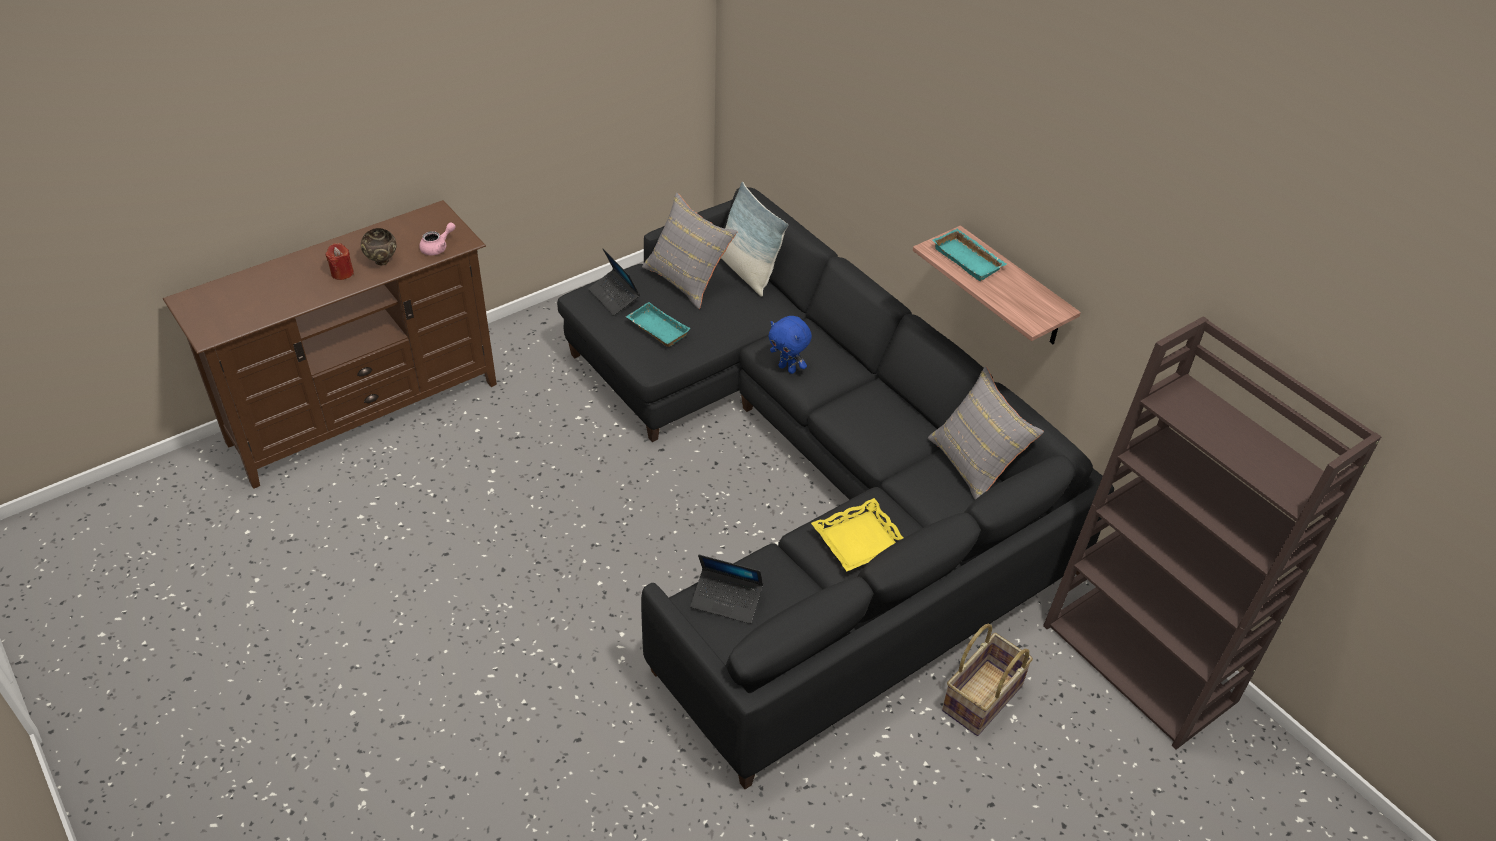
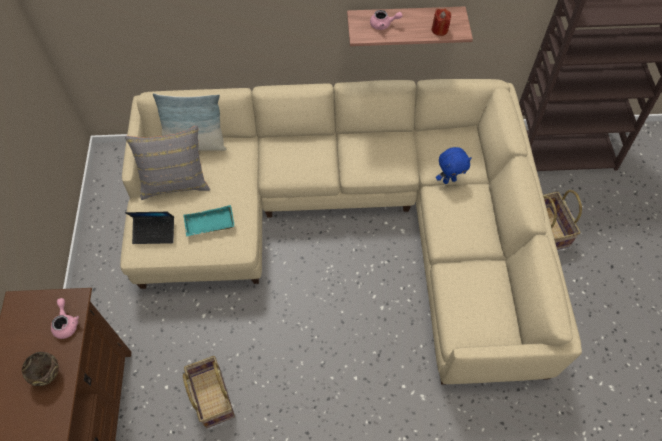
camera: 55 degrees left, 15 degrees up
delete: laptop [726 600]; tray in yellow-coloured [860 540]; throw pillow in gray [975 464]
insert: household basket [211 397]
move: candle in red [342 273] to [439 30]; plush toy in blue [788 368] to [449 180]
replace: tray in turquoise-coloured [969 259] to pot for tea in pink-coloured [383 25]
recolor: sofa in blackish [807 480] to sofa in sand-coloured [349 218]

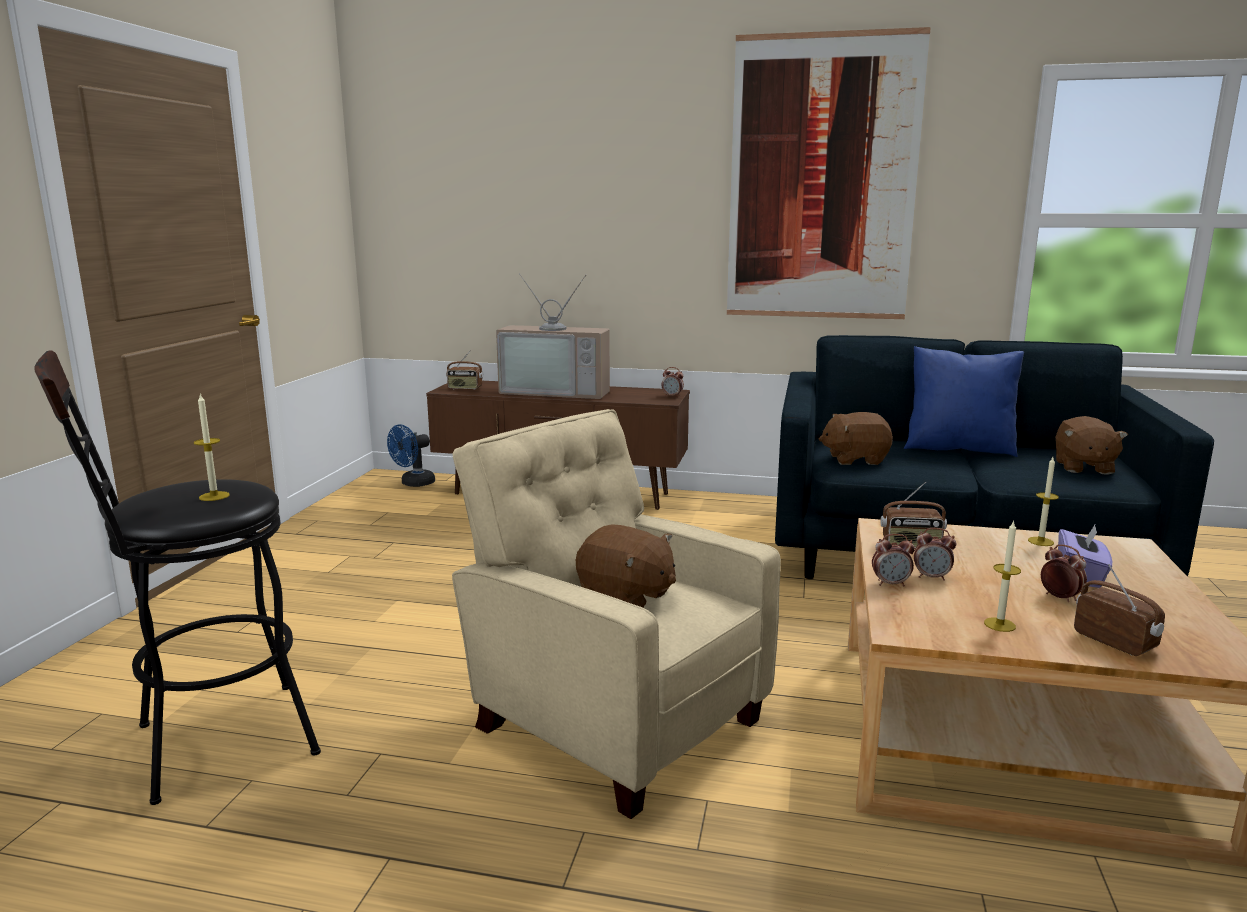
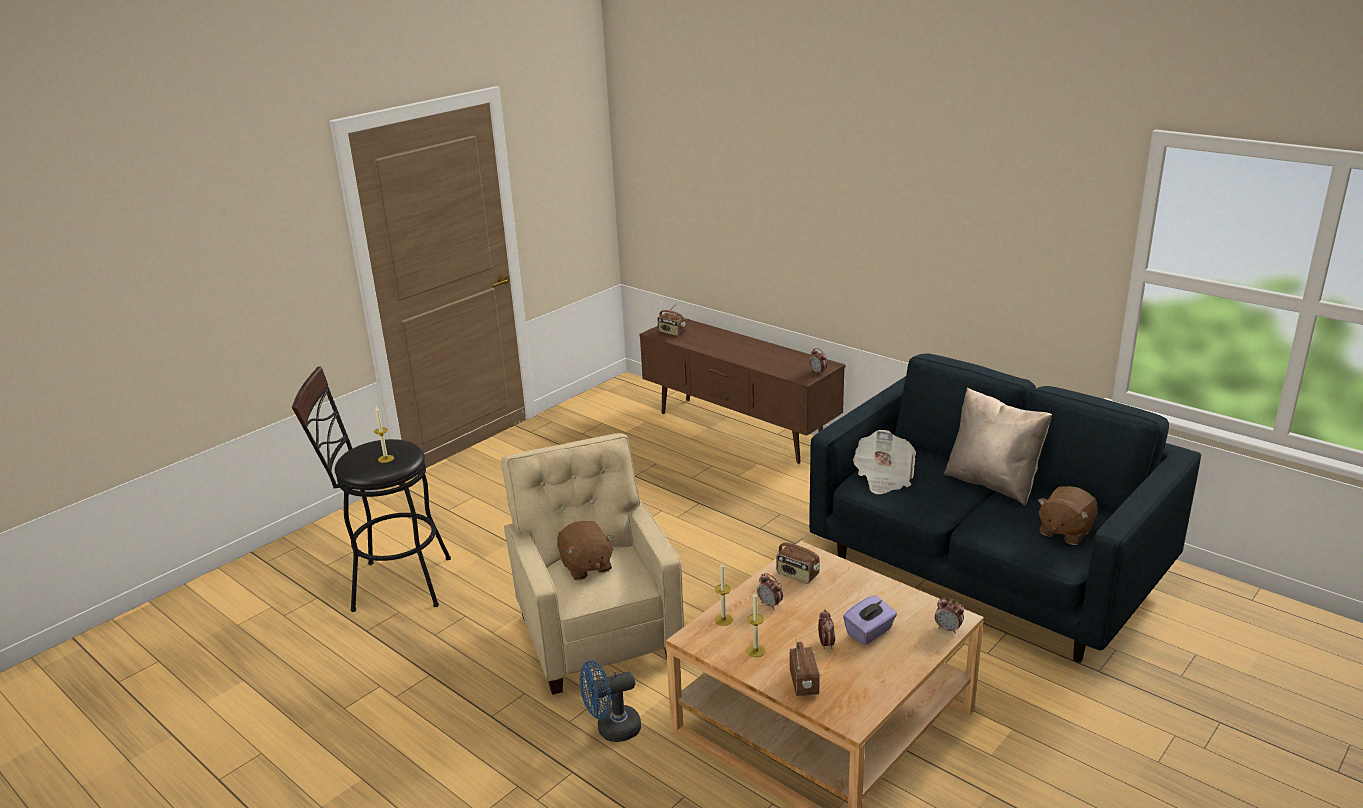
camera: 30 degrees right, 10 degrees up
delete: TV set [557 391]; wall picture [822 180]
move: electric fan in blue [413 484] to [612 730]; alarm clock [891 584] to [948 629]; candle [1040 541] to [723 619]
replace: plush toy in brown-coloured [855 459] to printed paper [883 478]
recolor: throw pillow in blue [958 448] to throw pillow in sand-coloured [992 483]

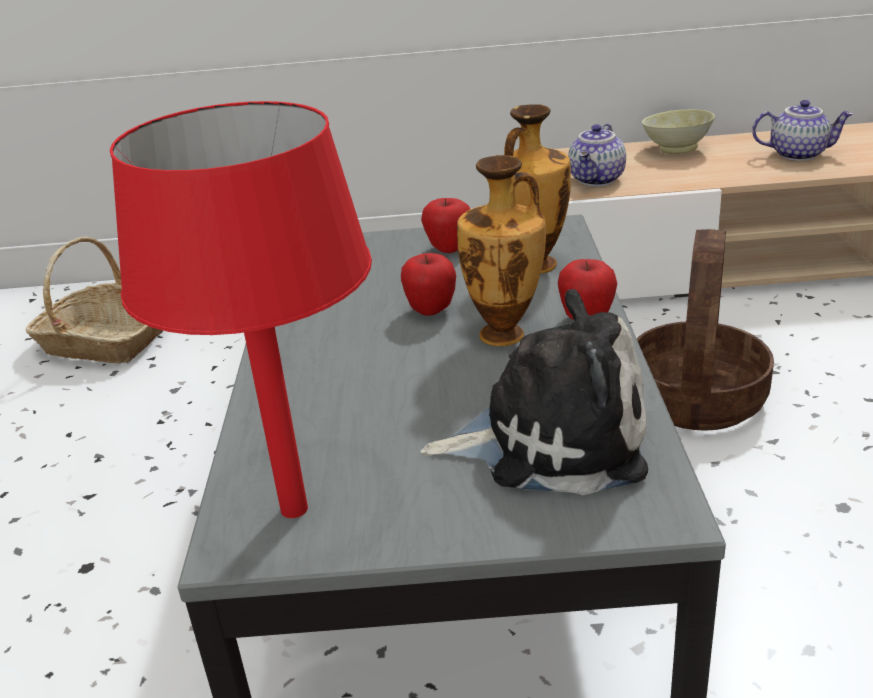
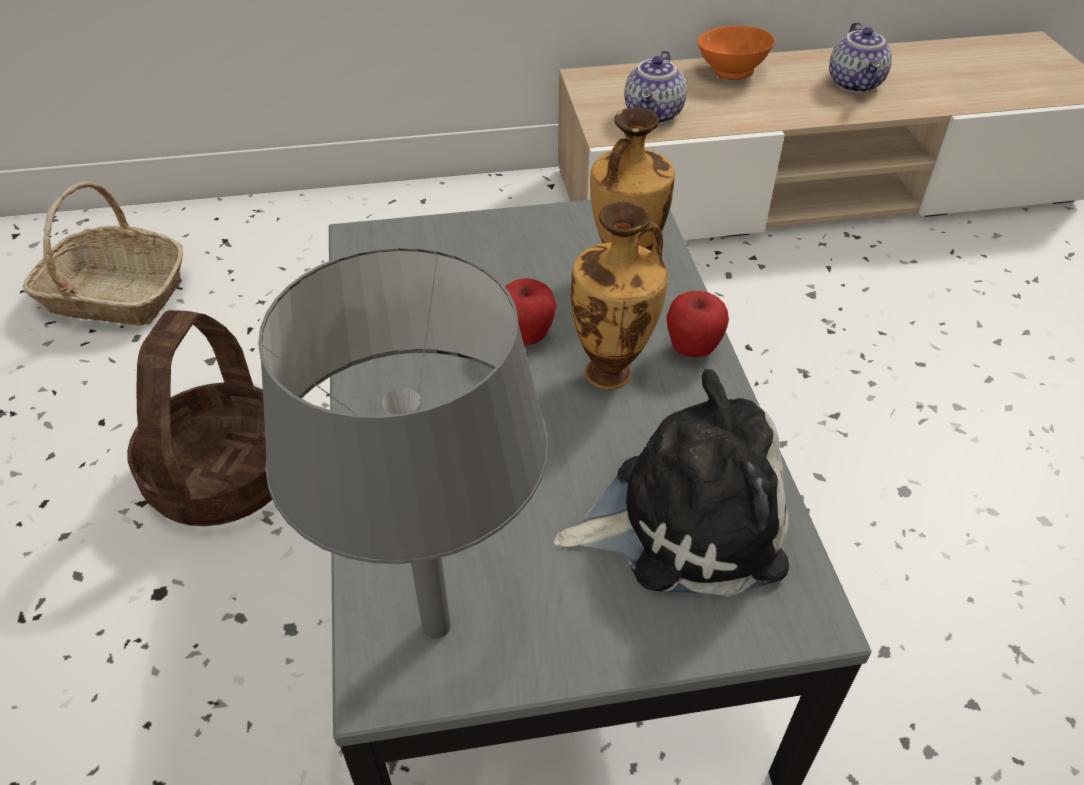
camera: 10 degrees left, 15 degrees up
delete: apple fruit [449 248]
move: household basket [696 398] to [223 475]
recolor: table lamp in red [294 508] to table lamp in gray [436 625]; deep dish in sand-coloured [676 149] to deep dish in orangey [731 72]
rotate: pot for tea [798 154] = [856 84] 90 degrees clockwise

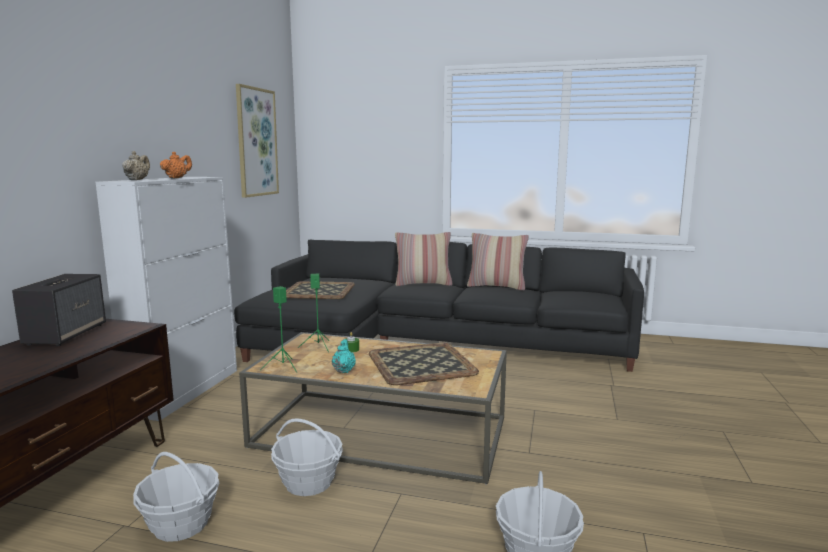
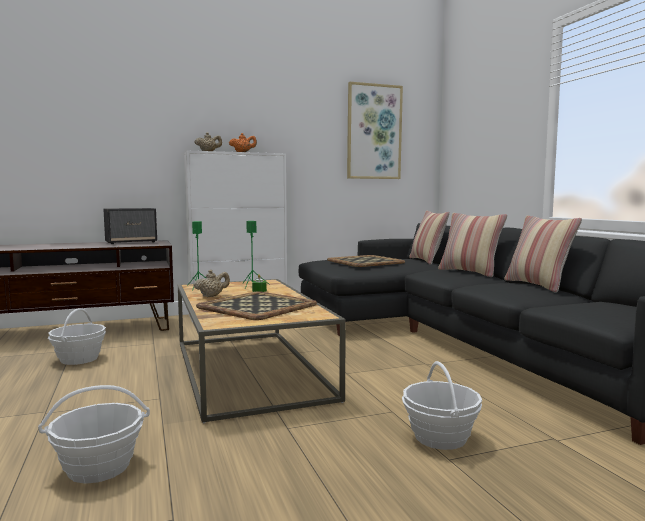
camera: 55 degrees right, 5 degrees down
insert: throw pillow [427 261]
move: household basket [308 482] to [440 437]
recolor: pot for tea in turquoise-coloured [344 370] to pot for tea in sand-coloured [212 296]

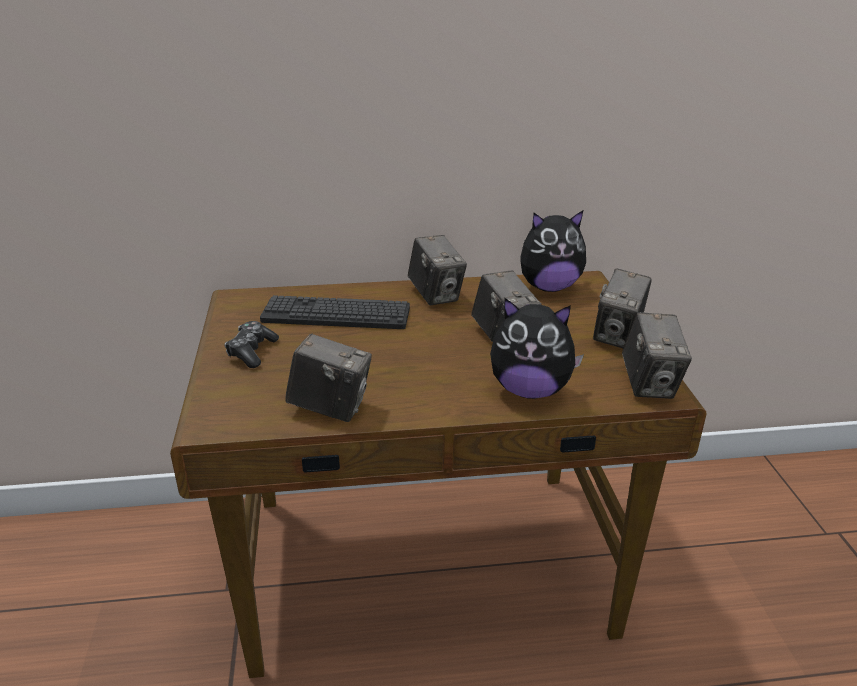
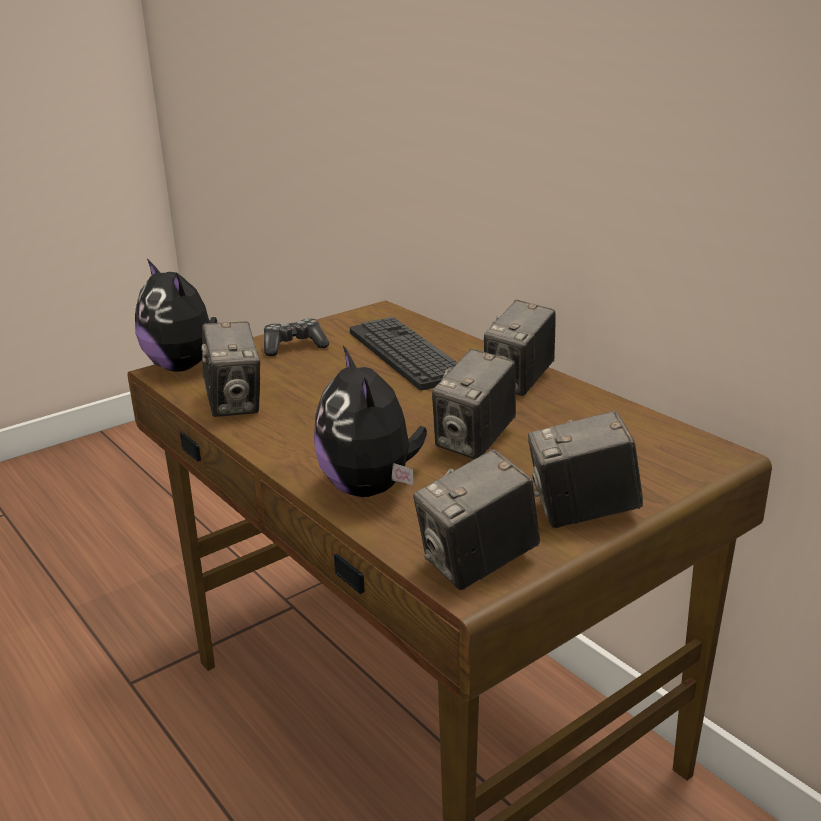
camera: 60 degrees right, 5 degrees down
move: plush toy [549 287] to [184 367]

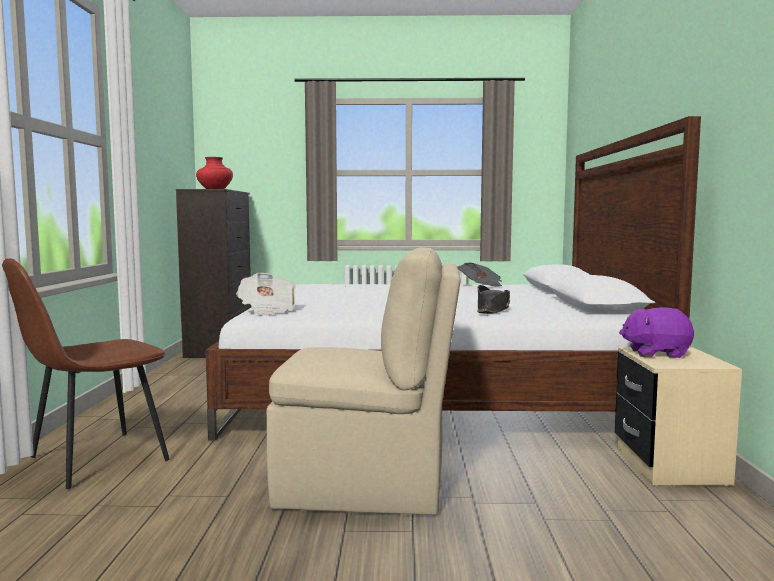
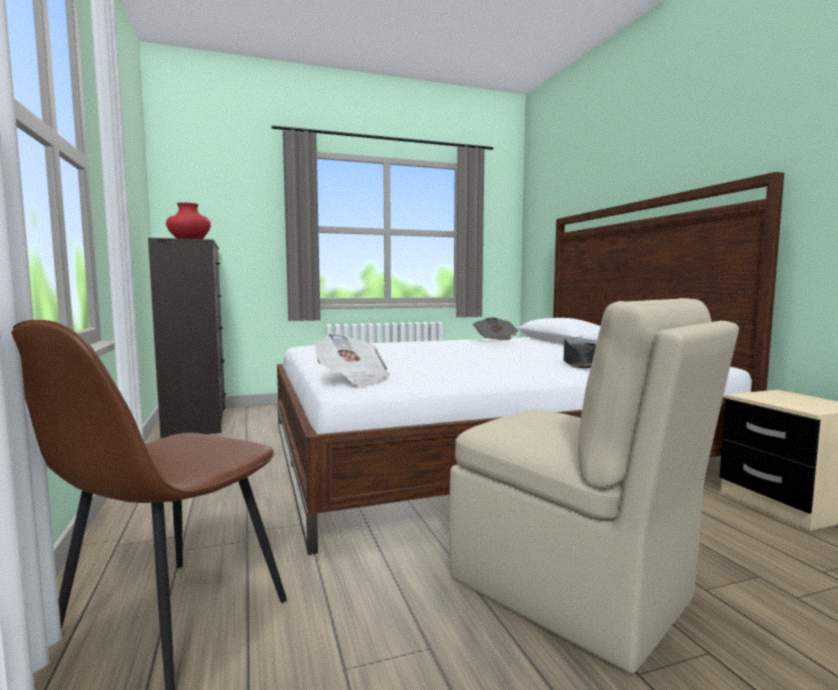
camera: 20 degrees left, 0 degrees up
delete: plush toy in purple [656 353]
rotate: chair in sand-coloured [366 486] = [574 591] 60 degrees clockwise

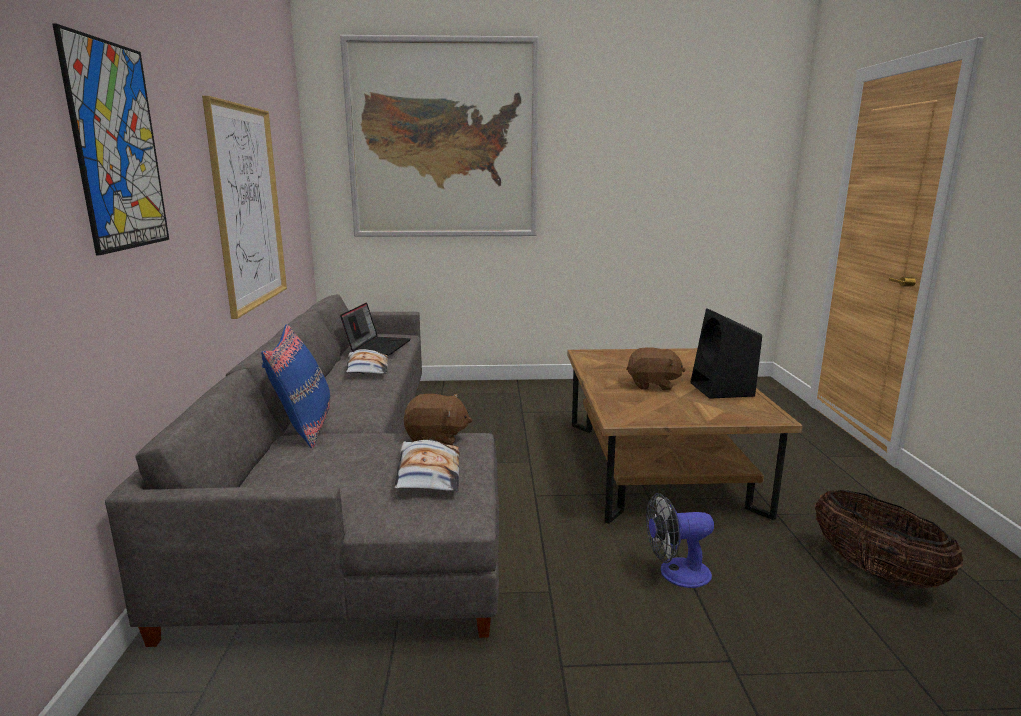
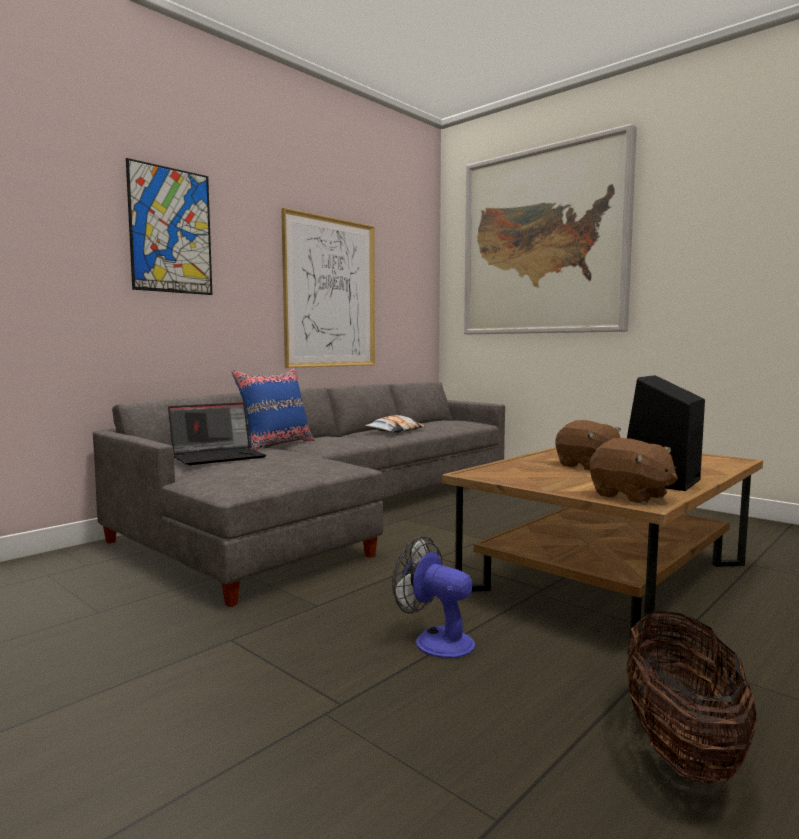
camera: 45 degrees right, 10 degrees down
delete: throw pillow [427 474]
move: laptop [378 346] to [219 457]; plush toy in brown-coloured [436 438] to [630 496]

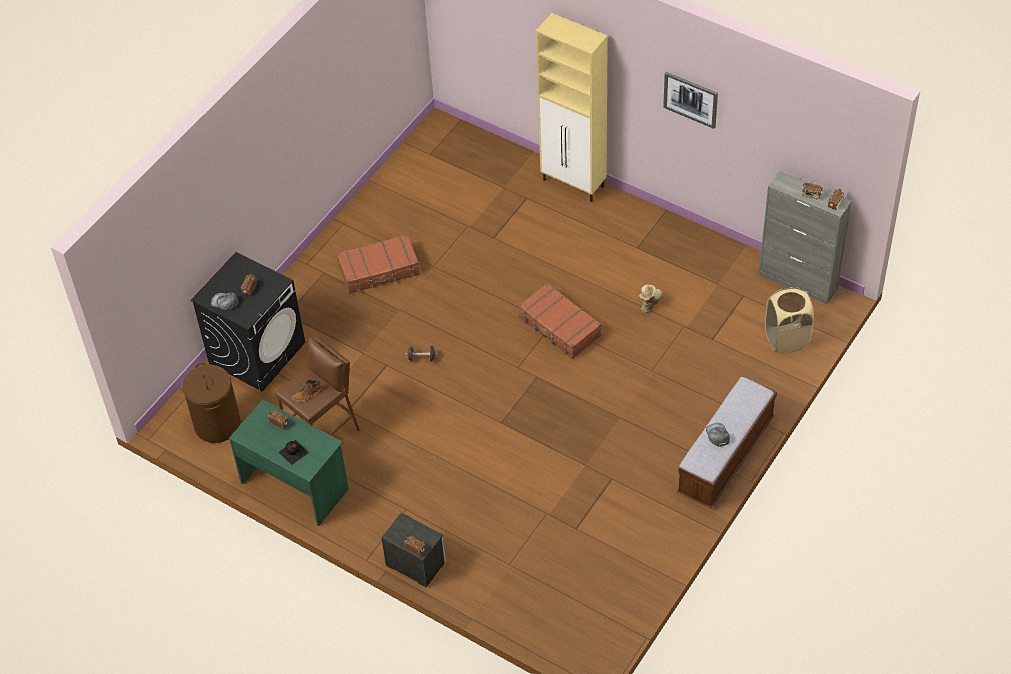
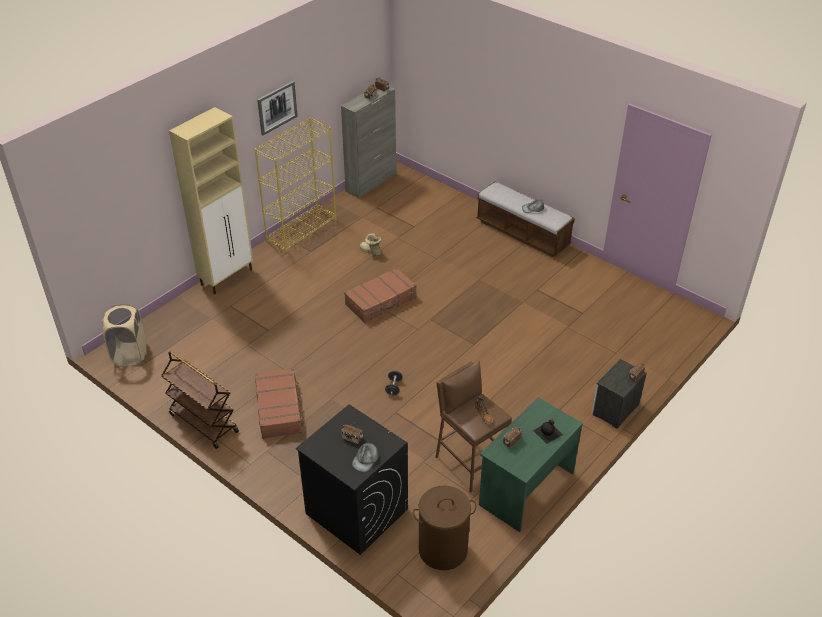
camera: 85 degrees left, 10 degrees down
insert: cart in brown-coloured [203 423]; shelving unit in yellow-coloured [302 230]
move: laundry basket in sand-coloured [786 339] to [129 354]

